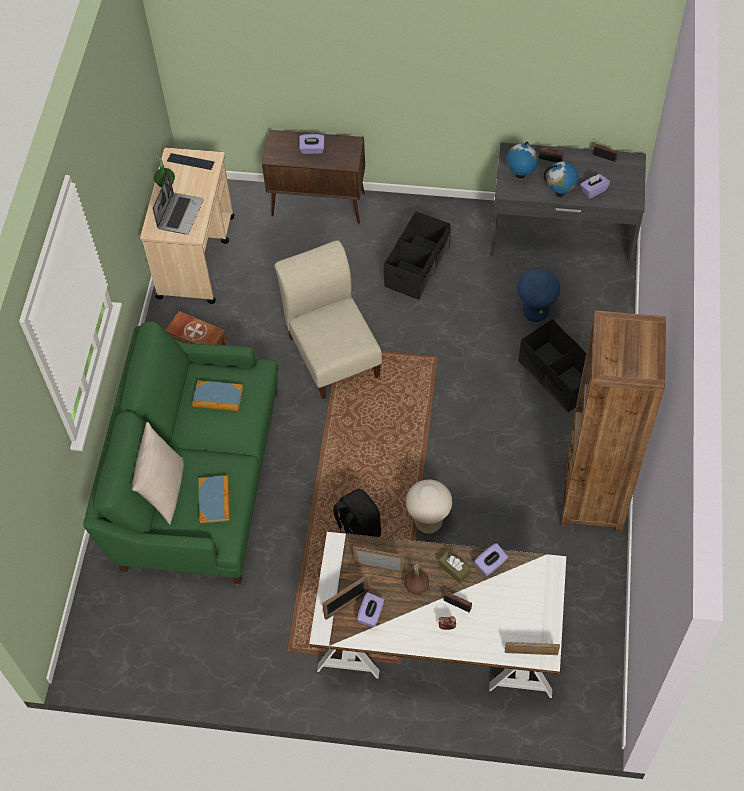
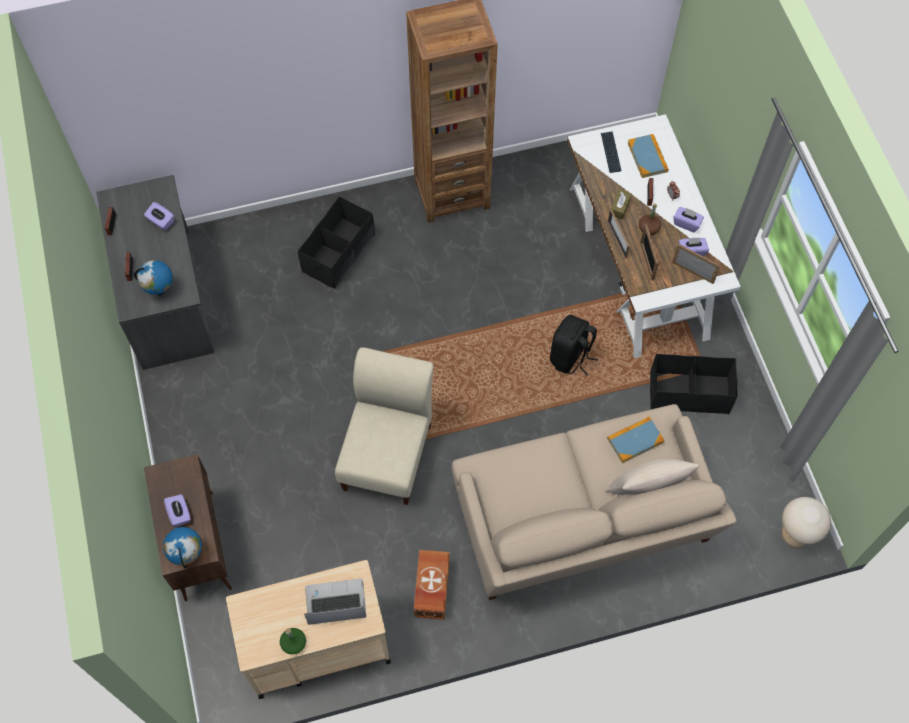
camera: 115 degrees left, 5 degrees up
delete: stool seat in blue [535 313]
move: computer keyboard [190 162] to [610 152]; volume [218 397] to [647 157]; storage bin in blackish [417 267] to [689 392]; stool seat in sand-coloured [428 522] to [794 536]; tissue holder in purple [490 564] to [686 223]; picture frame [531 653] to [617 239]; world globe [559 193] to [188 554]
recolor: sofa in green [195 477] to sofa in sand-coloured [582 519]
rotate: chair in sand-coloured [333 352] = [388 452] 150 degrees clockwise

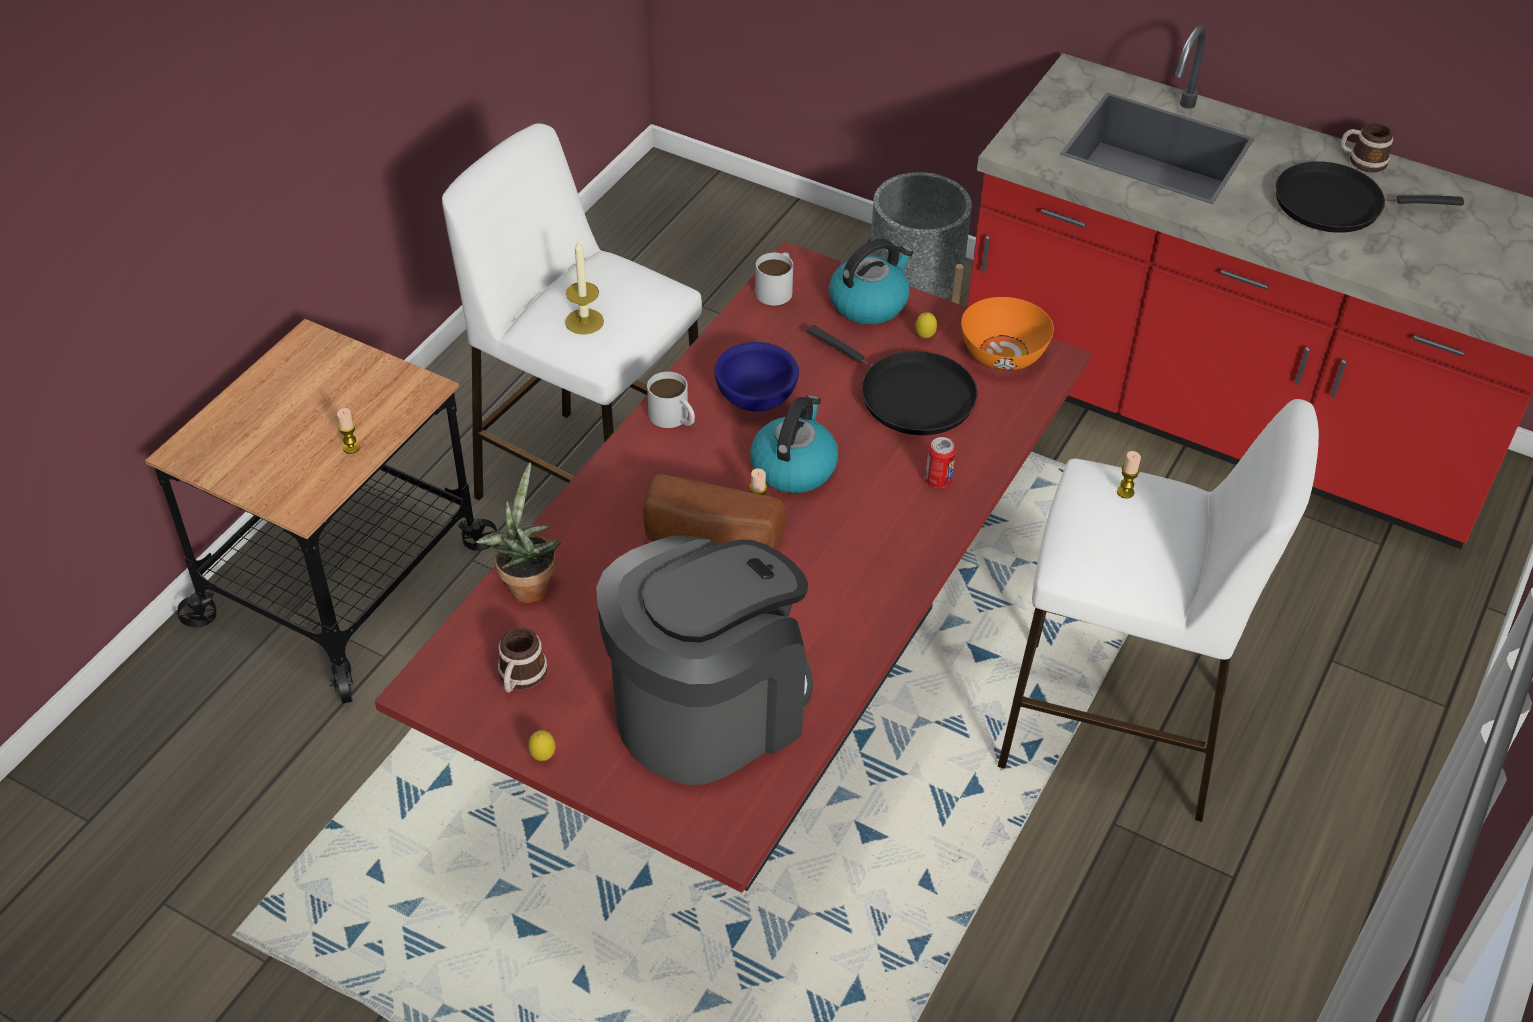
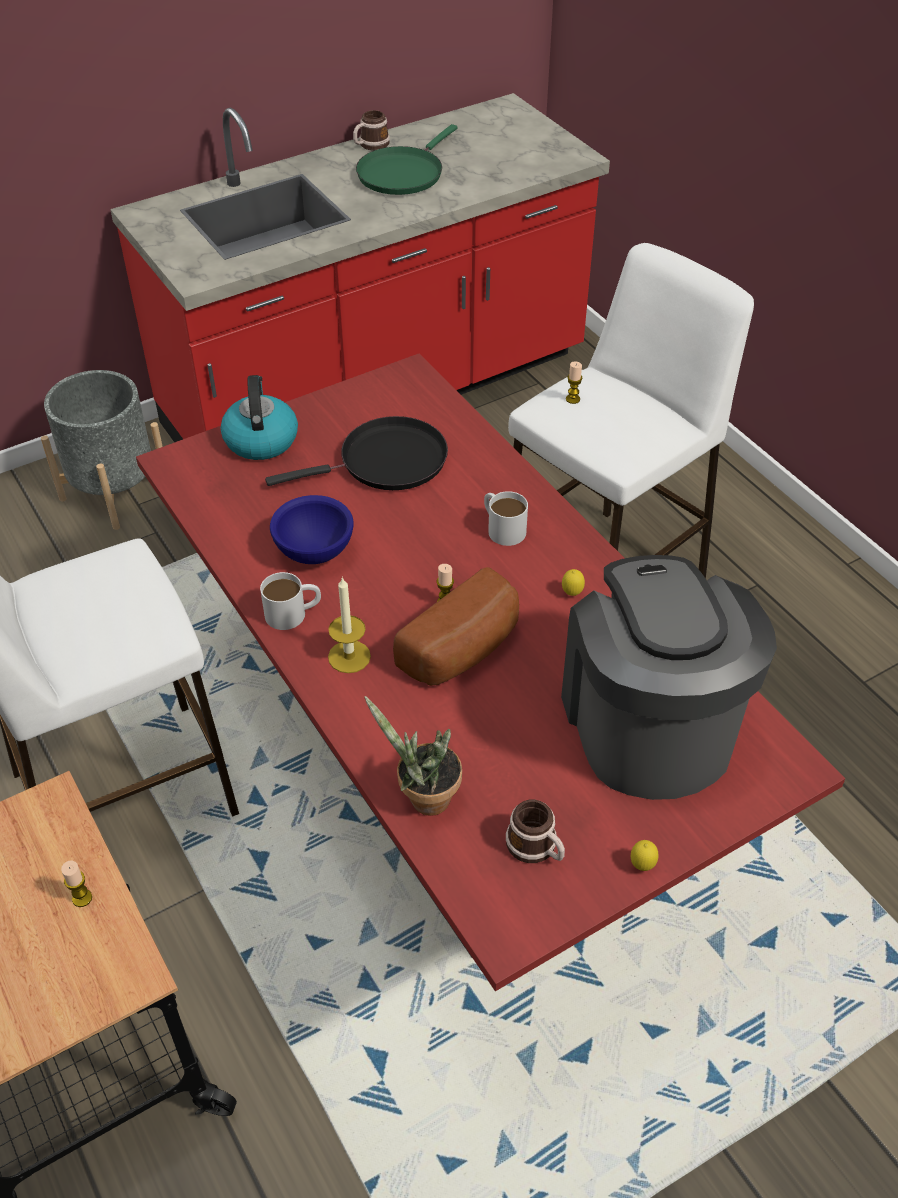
camera: 60 degrees left, 0 degrees up
delete: kettle [794 466]; sealed can [938 480]; deep dish in orangey [1002 355]
move: candle [584 321] to [349 656]; coffee mug in white-coloured [777 288] to [502 527]; lemon [925 337] to [572 594]
recolor: frying pan in blackish [1335 204] to frying pan in green [402 173]

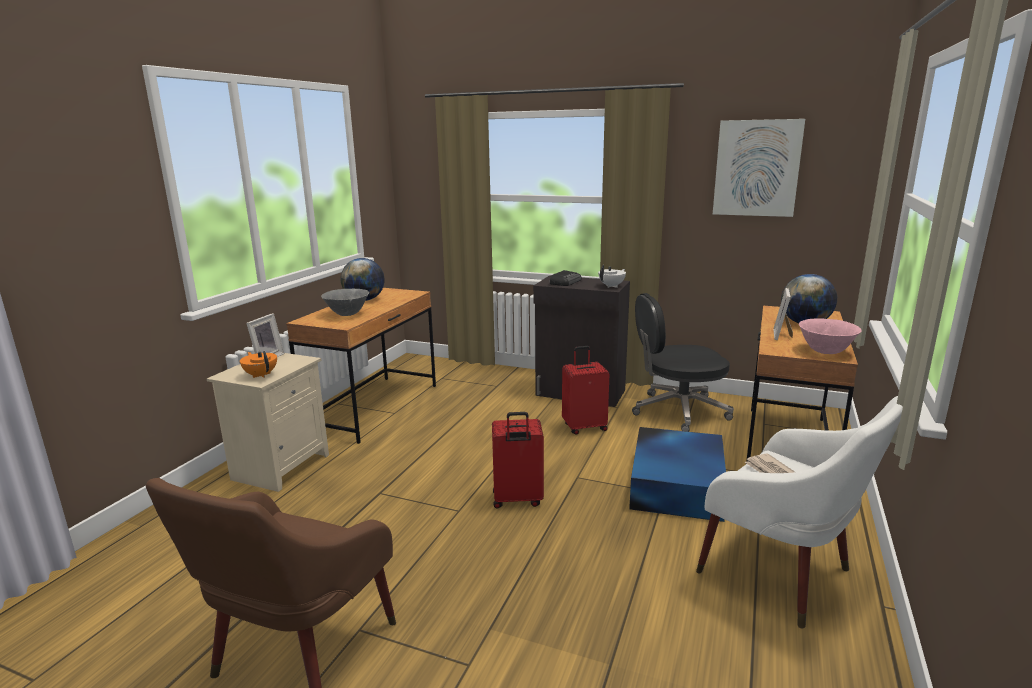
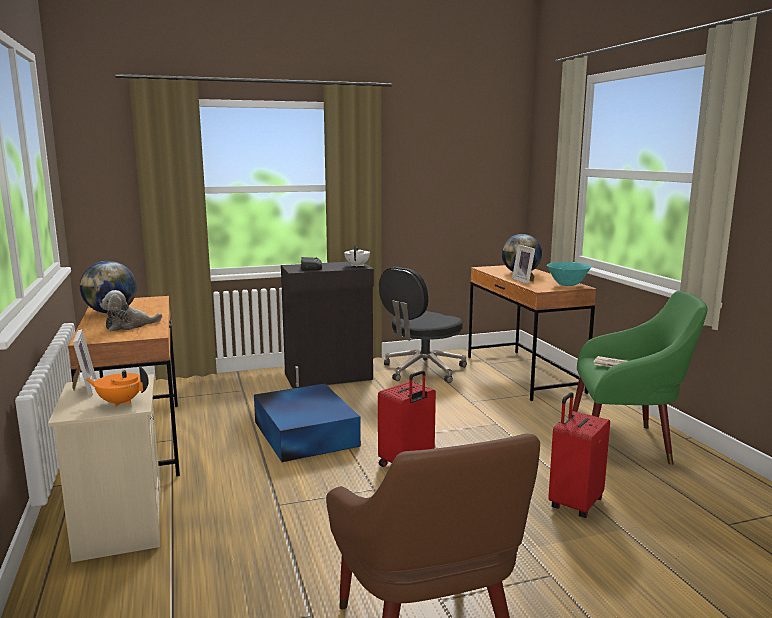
camera: 40 degrees left, 5 degrees down
delete: wall picture [757 168]
move: piece of luggage in red [584 427] to [574 503]; storage bin in blue [677 484] to [305 433]
replace: deep dish in gray [348 314] to plush toy [129 326]
recolor: easy chair in white-coloured [783 576] to easy chair in green [626 443]; deep dish in pink-coloured [825 352] to deep dish in turquoise-coloured [567 285]

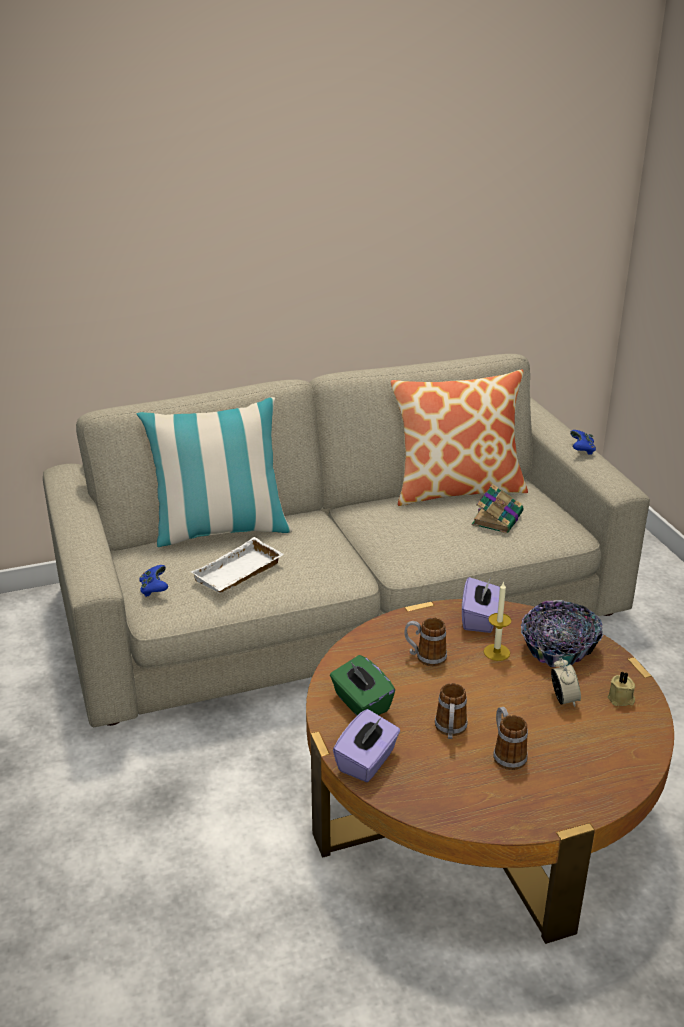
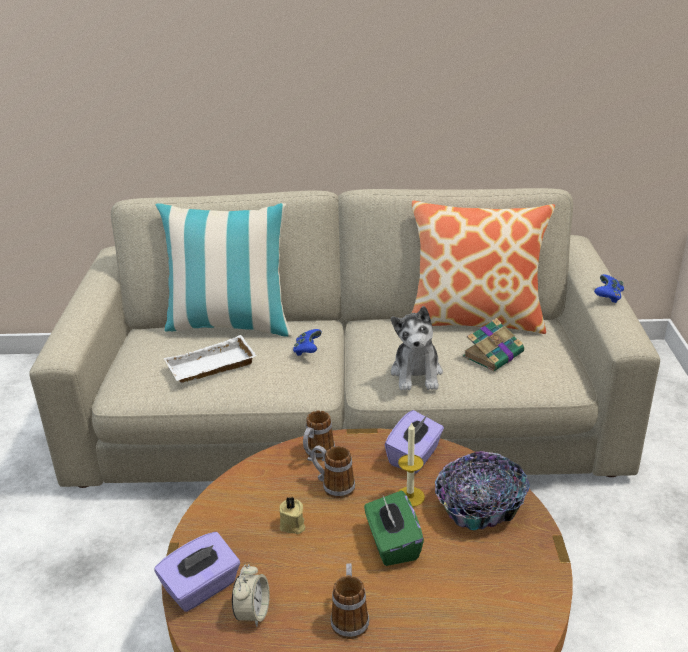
camera: 20 degrees right, 0 degrees up
insert: plush toy [417 374]
move: game controller in blue [154 589] to [307 350]; tissue holder in green [361 703] to [392 544]; coffee mug [450 731] to [317 455]; alarm clock [563 699] to [253 613]; candle in sand-coloured [621 699] to [292 525]

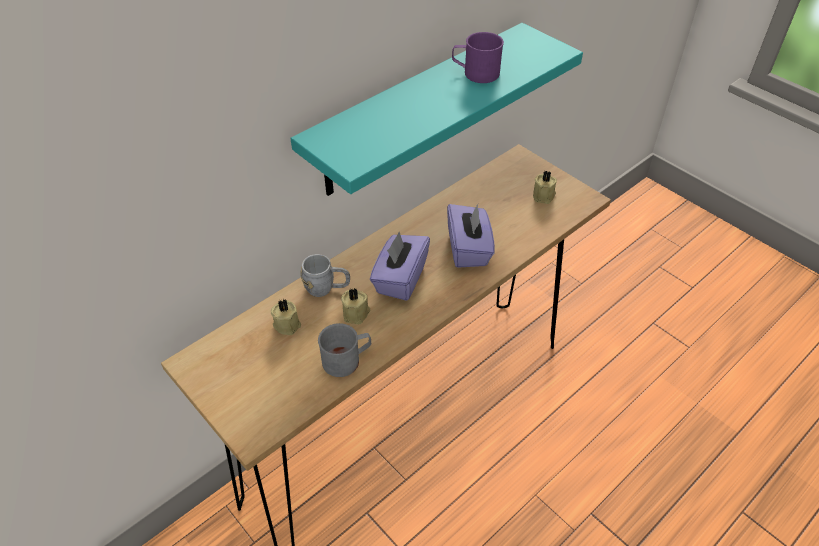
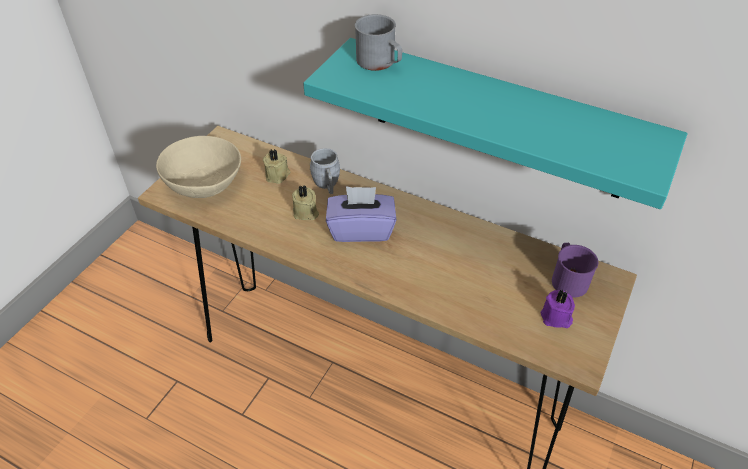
camera: 70 degrees right, 0 degrees up
delete: tissue holder in purple [468 249]
insert: deep dish in sand-coloured [204 183]
move: coffee mug in gray [347 360] to [380 63]; coffee mug in purple [475 73] to [567 278]
recolor: candle in sand-coloured [544 196] to candle in purple [556 318]

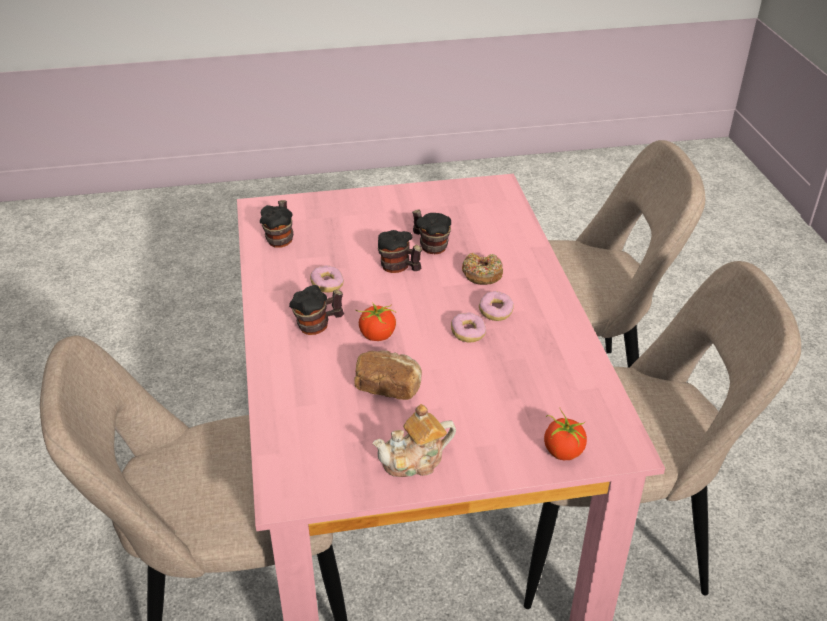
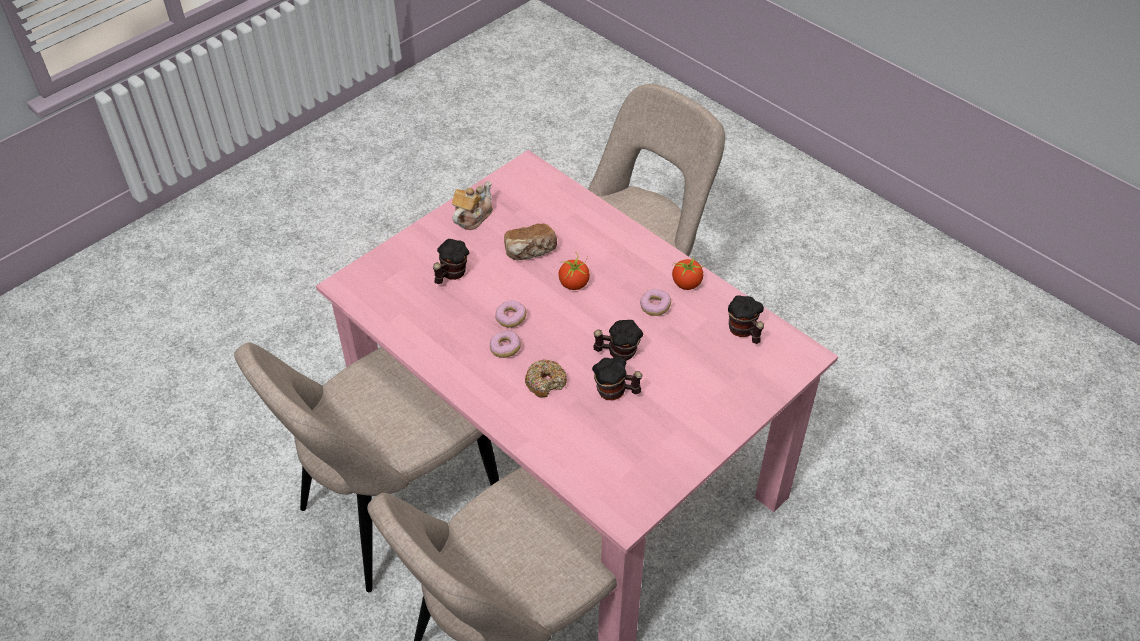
camera: 145 degrees right, 10 degrees up
move: coffee mug [318 325] to [450 275]; fresh tomato [563 451] to [687 283]

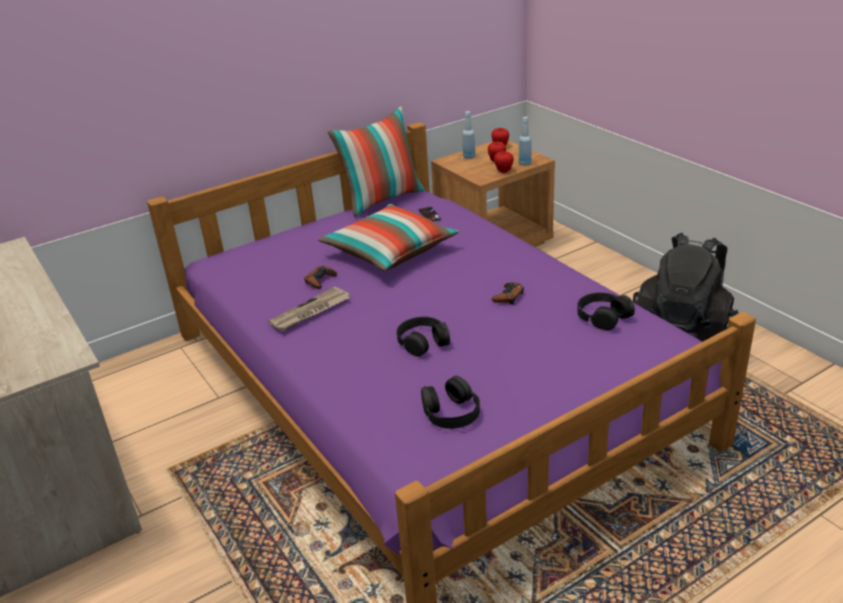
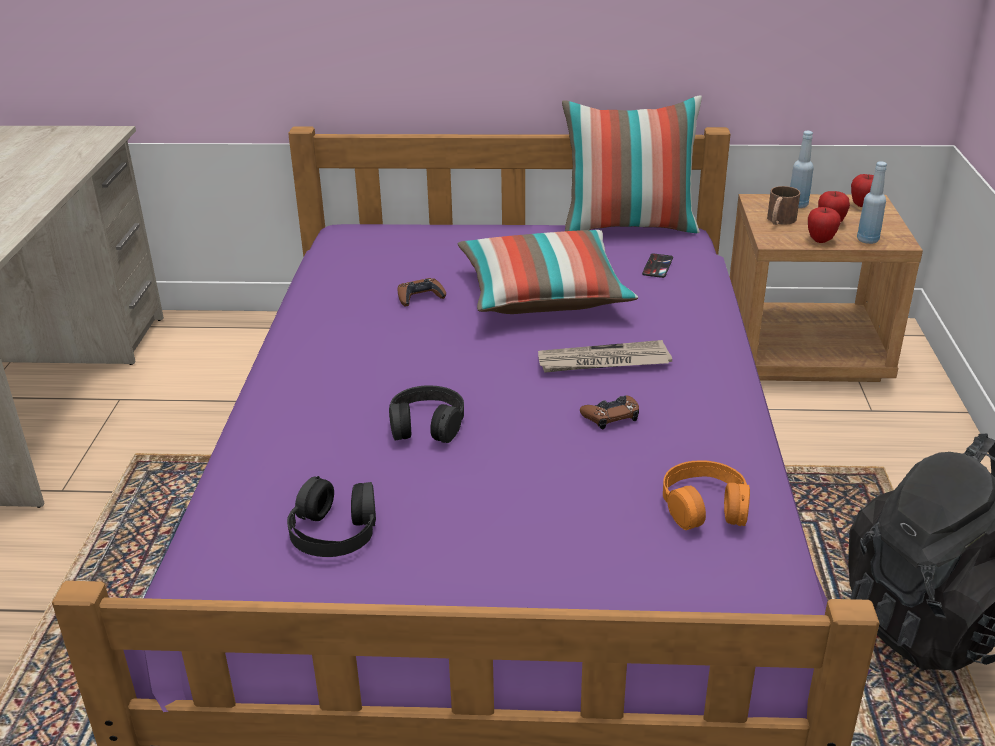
camera: 35 degrees right, 0 degrees up
insert: coffee mug in brown-coloured [779 221]
move: printed paper [310 312] to [603 362]
recolor: headphones in blackish [603 316] to headphones in orangey [705 506]

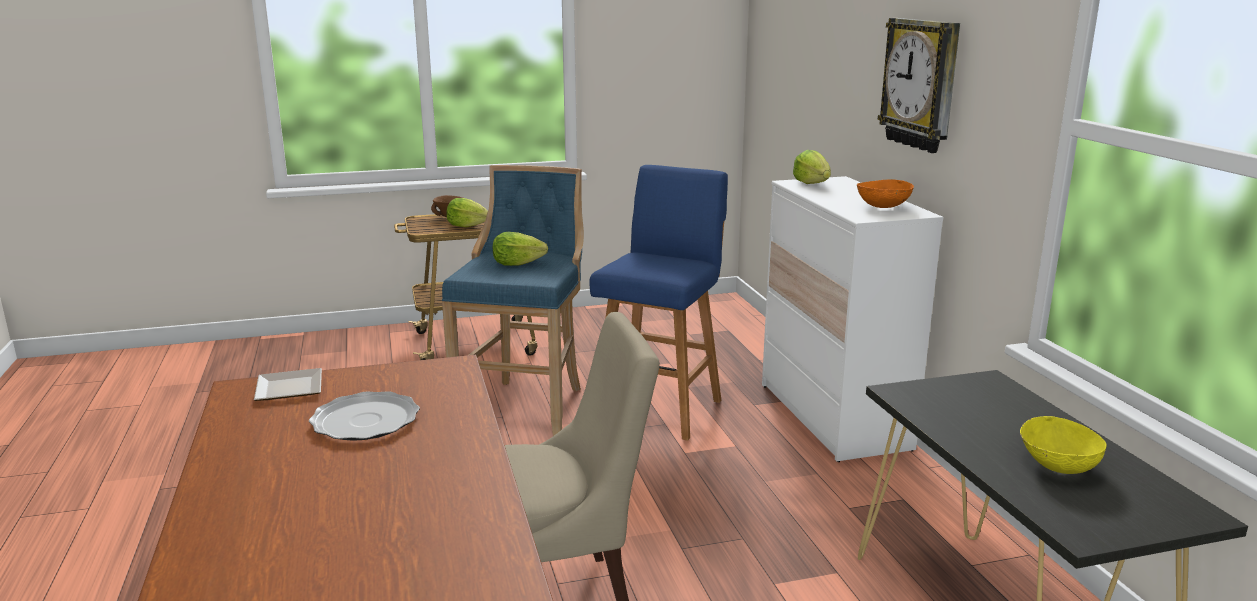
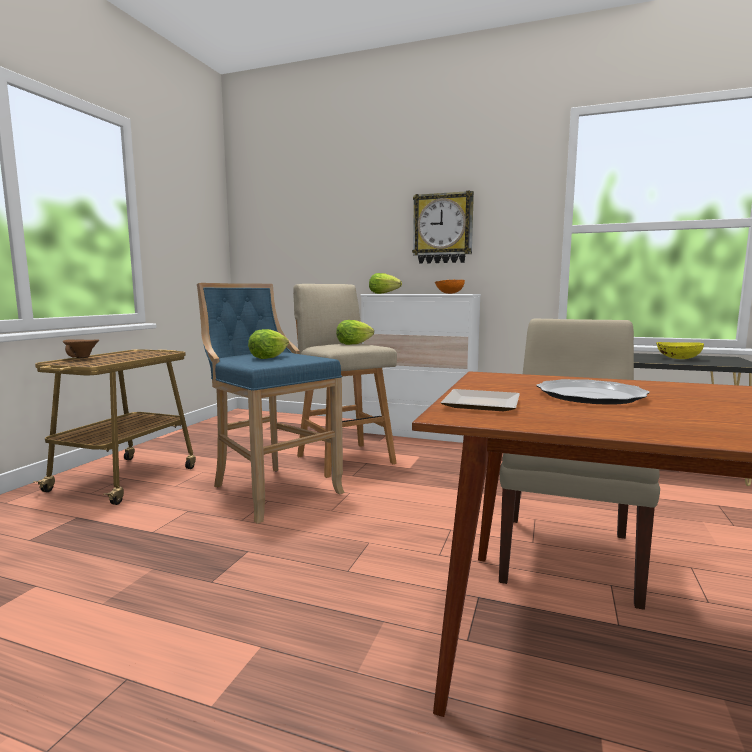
camera: 55 degrees left, 10 degrees down
move: lettuce head [467 226] to [353 344]
recolor: stool seat in blue [659 408] to stool seat in sand-coloured [344 458]

